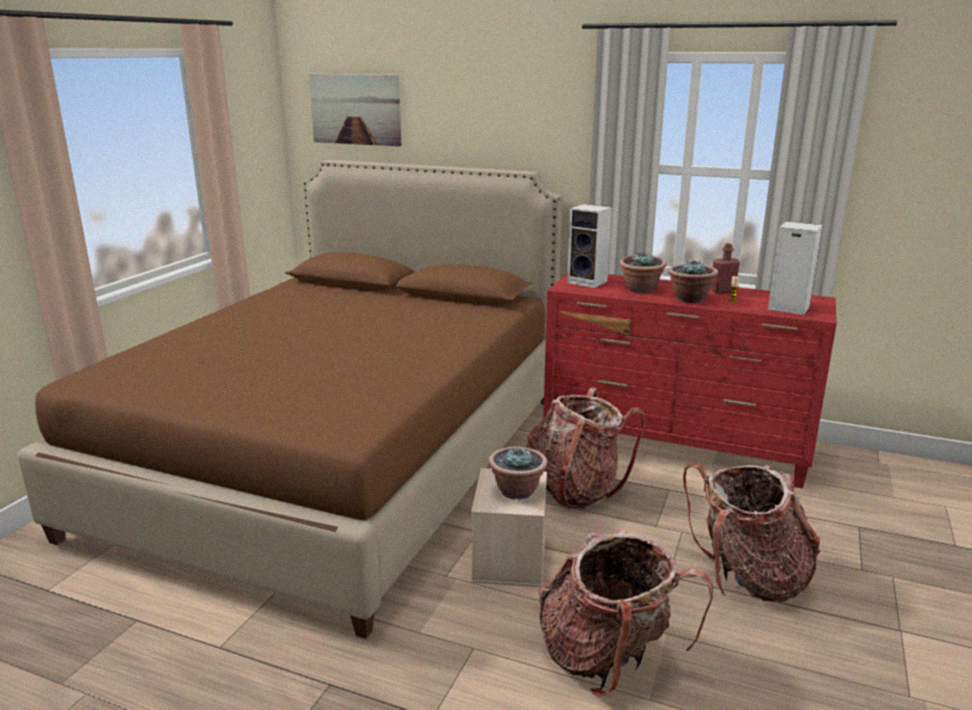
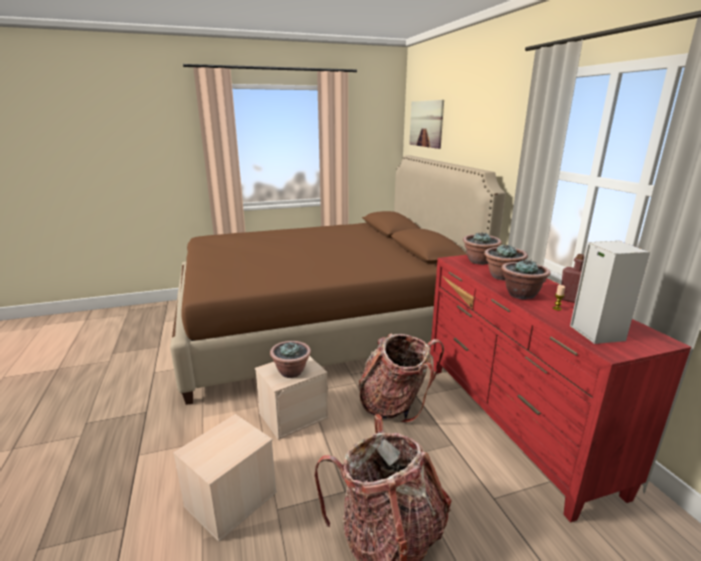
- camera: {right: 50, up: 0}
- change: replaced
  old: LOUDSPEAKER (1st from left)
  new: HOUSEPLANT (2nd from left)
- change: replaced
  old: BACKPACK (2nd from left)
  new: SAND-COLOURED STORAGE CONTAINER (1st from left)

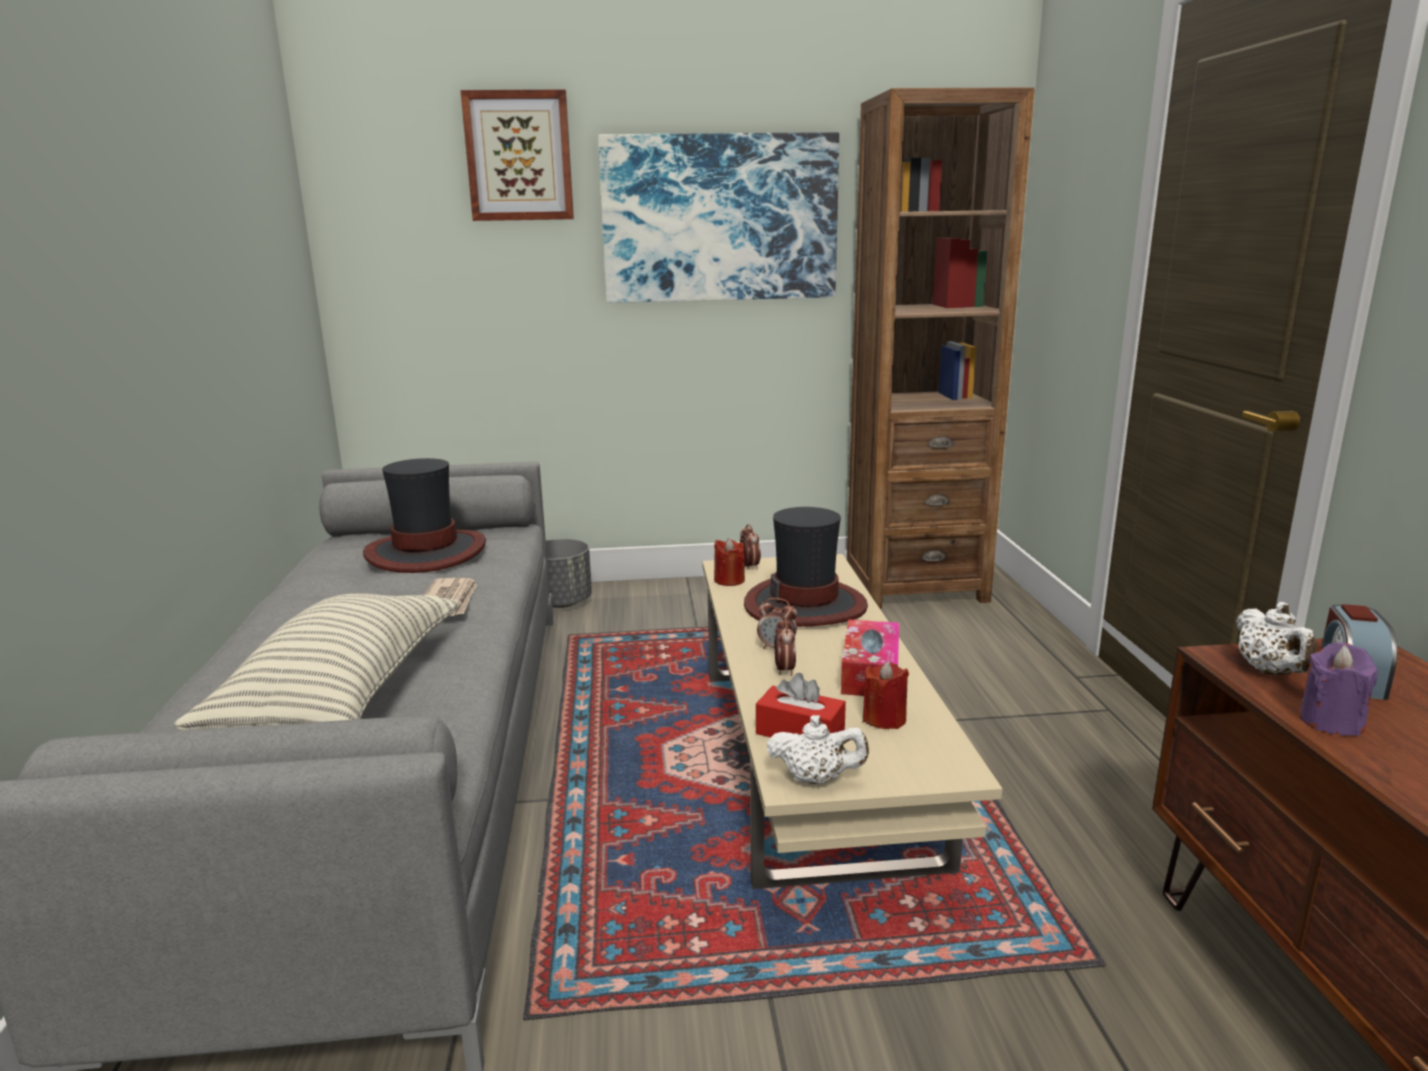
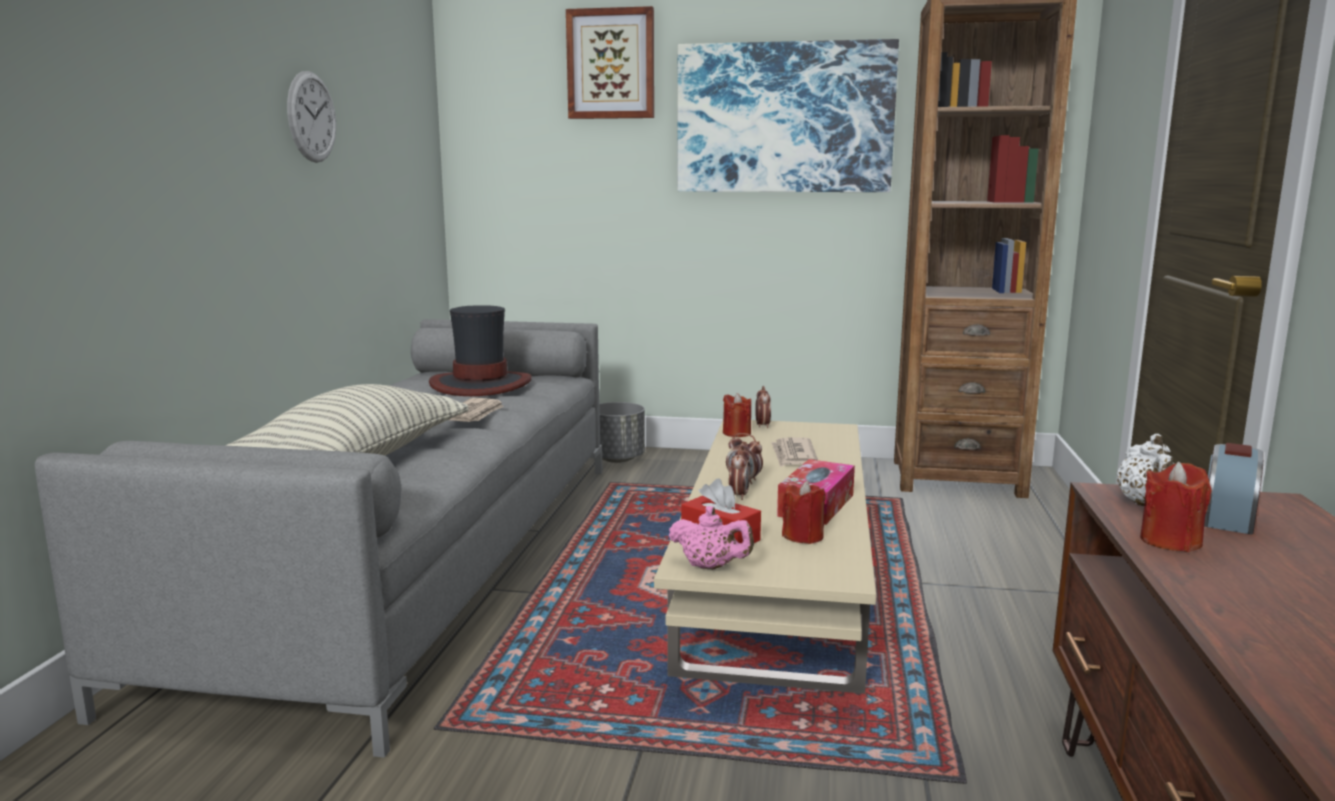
- camera: {right: 15, up: -5}
- change: replaced
  old: CLOTHING HAT (2nd from left)
  new: DAILY PAPER (2nd from left)
- change: recoloured
  old: PURPLISH WAX LIGHT
  new: RED-COLOURED WAX LIGHT (3rd from left)
- change: recoloured
  old: WHITE-COLOURED TEA POT (1st from left)
  new: PINK-COLOURED TEA POT
- change: added
  new: WALL CLOCK

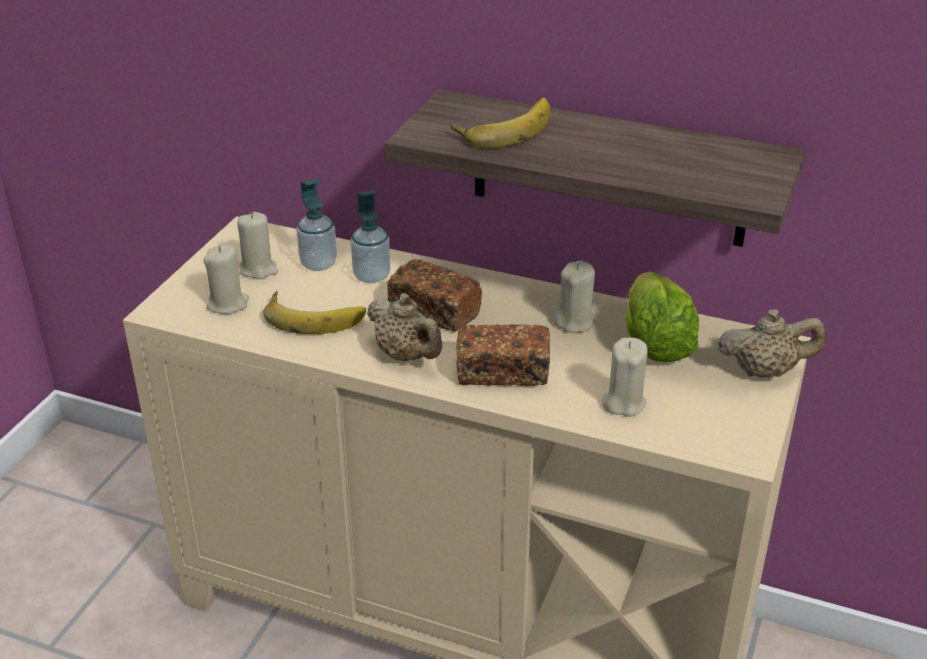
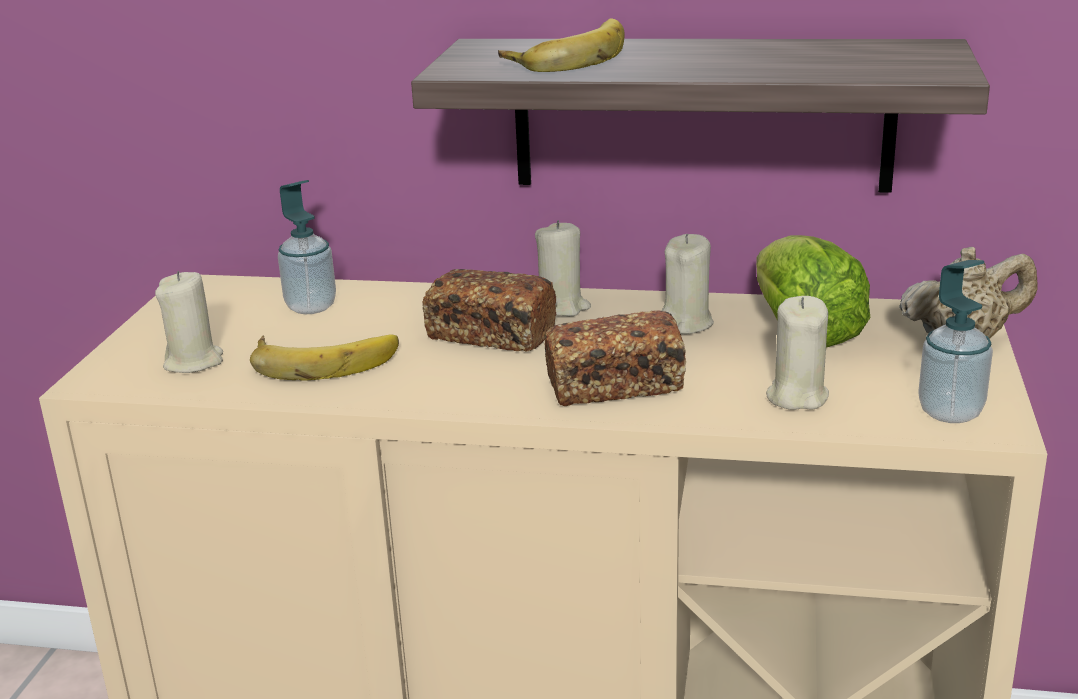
- camera: {right: -10, up: -10}
- change: moved
  old: SOAP DISPENSER (2nd from left)
- change: moved
  old: SAND-COLOURED WAX LIGHT (2nd from left)
- change: removed
  old: SAND-COLOURED TEA POT (1st from left)

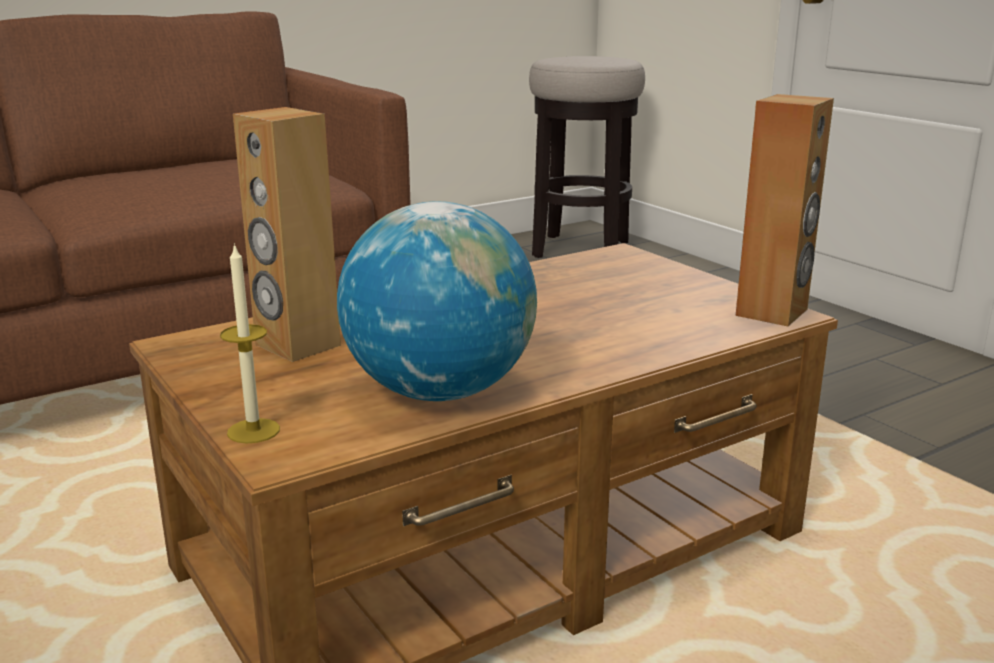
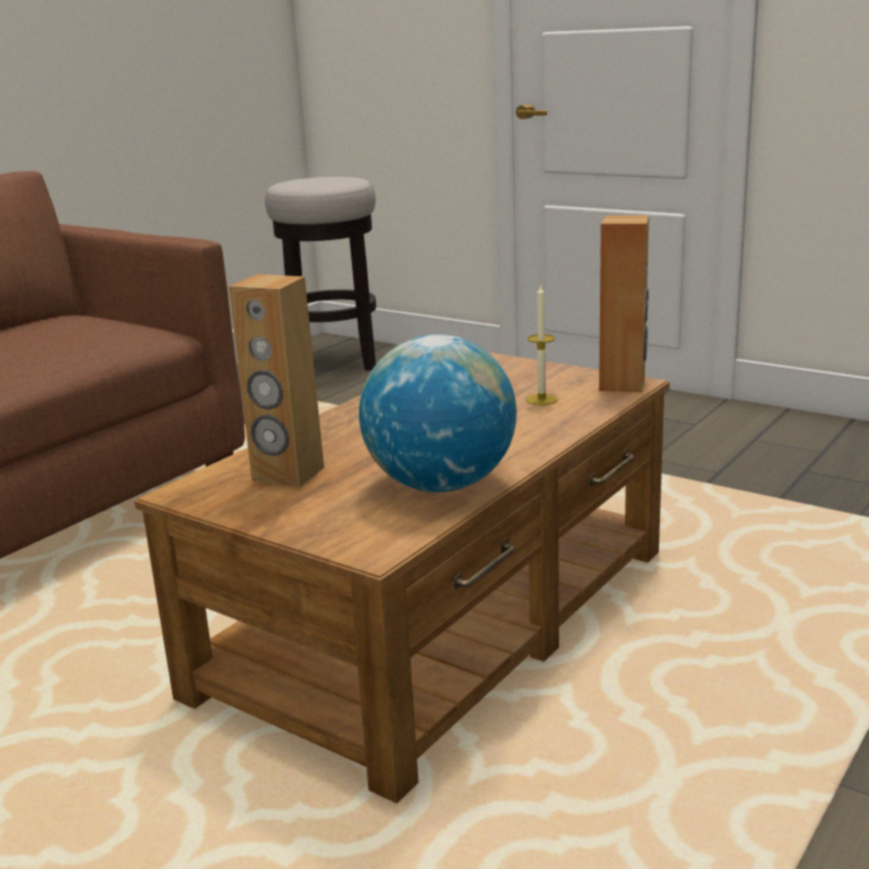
- camera: {right: -20, up: 0}
- change: moved
  old: WAX LIGHT

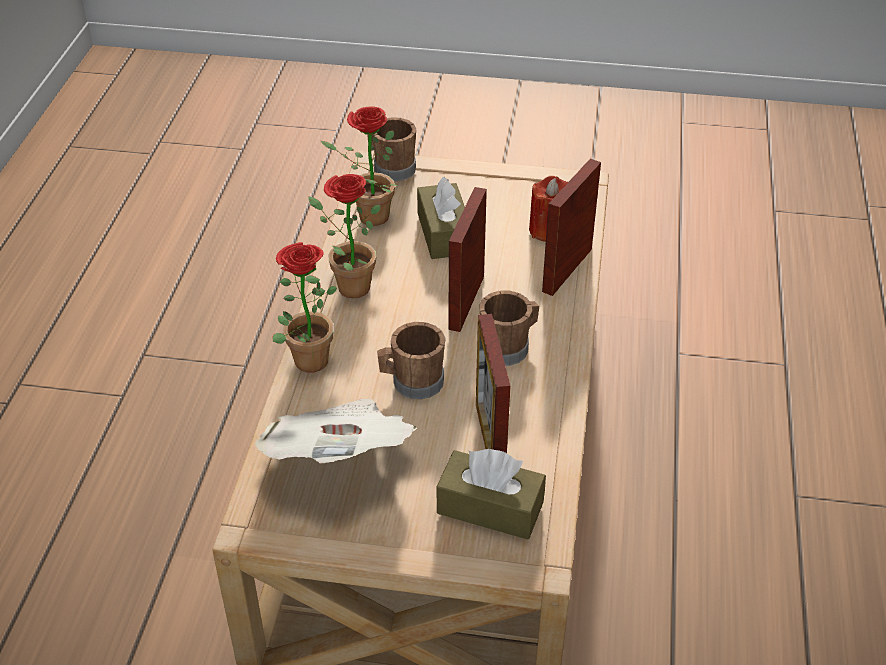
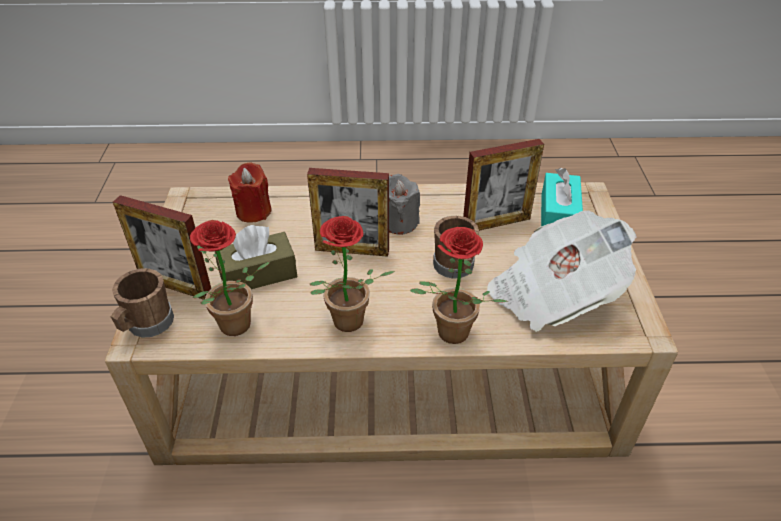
- camera: {right: -100, up: 0}
- change: moved
  old: PHOTO FRAME (3rd from left in the first image)
  new: PHOTO FRAME (1st from left)
- change: replaced
  old: BROWN-COLOURED MUG (3rd from left)
  new: GREY WAX LIGHT
- change: recoloured
  old: BROWN-COLOURED TISSUE HOLDER (2nd from left)
  new: TURQUOISE-COLOURED TISSUE HOLDER

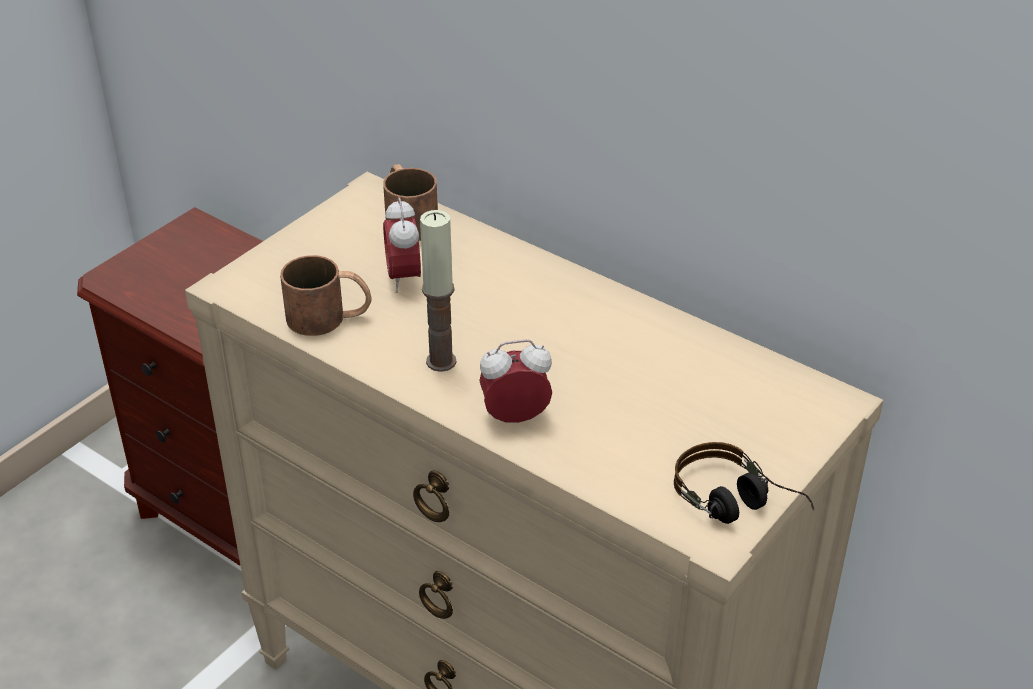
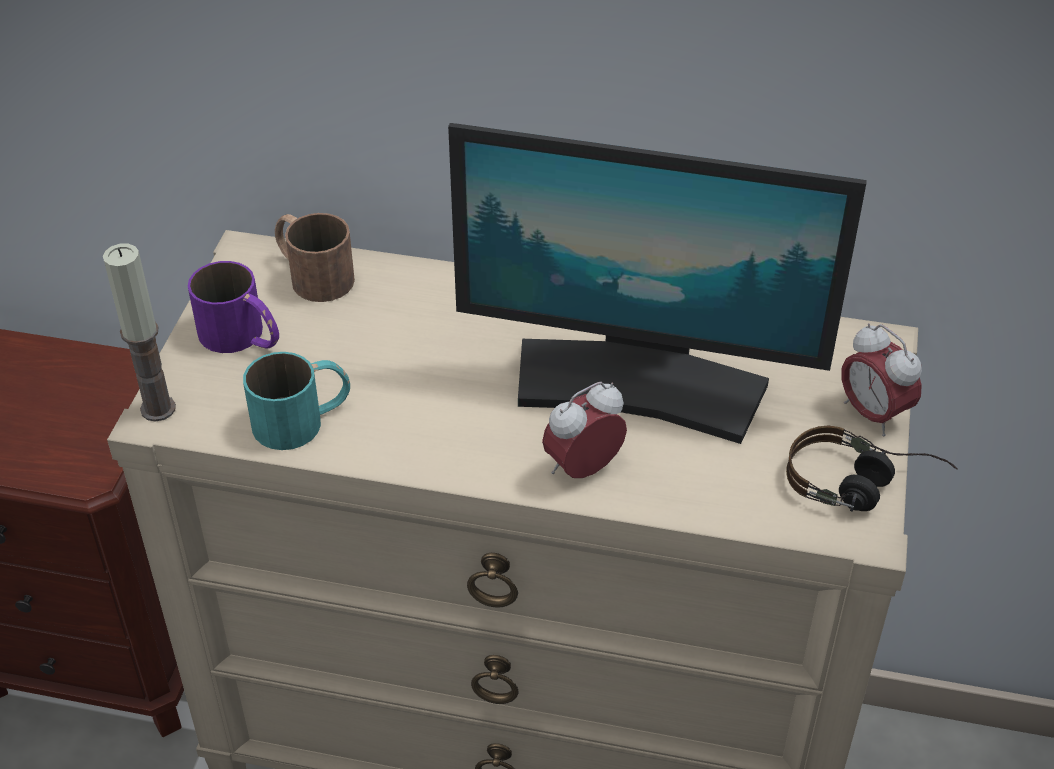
- camera: {right: -25, up: 5}
- change: moved
  old: ALARM CLOCK (1st from left in the first image)
  new: ALARM CLOCK (2nd from left)
- change: moved
  old: WAX LIGHT
- change: recoloured
  old: BROWN-COLOURED MUG (1st from left)
  new: TURQUOISE-COLOURED MUG
- change: added
  new: COMPUTER DISPLAY
- change: added
  new: PURPLISH MUG

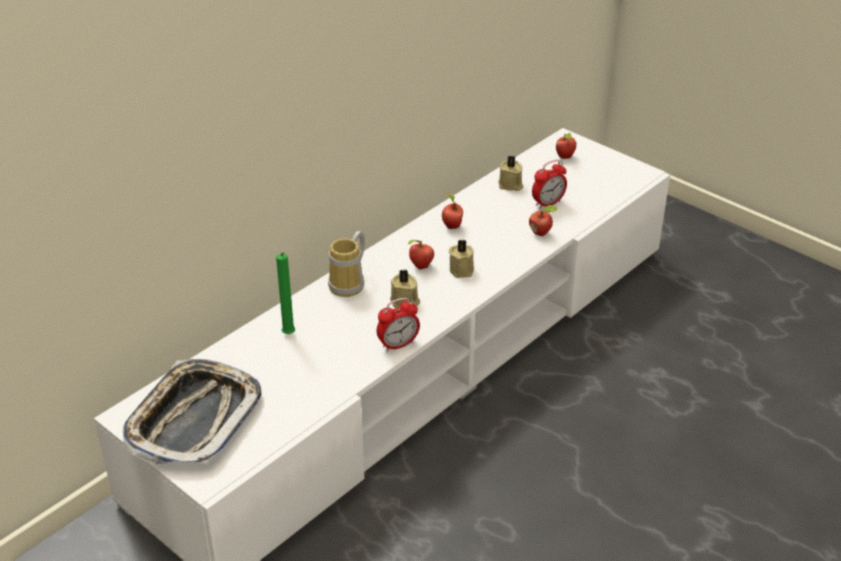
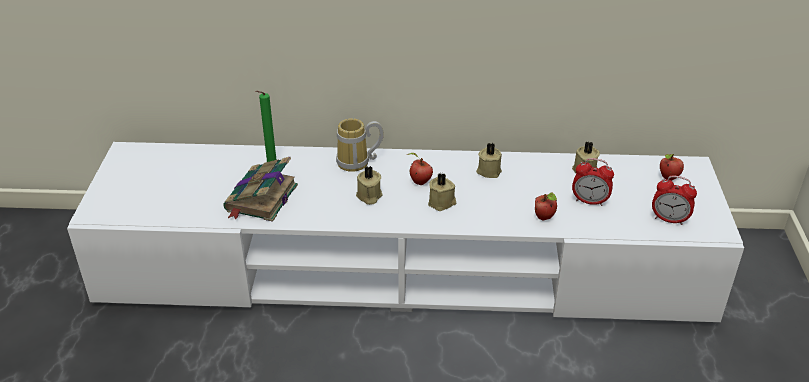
- camera: {right: 50, up: 0}
- change: replaced
  old: APPLE (2nd from left)
  new: SAND-COLOURED WAX LIGHT (3rd from left)
- change: moved
  old: ALARM CLOCK (1st from left in the first image)
  new: ALARM CLOCK (2nd from left)
- change: removed
  old: TRAY
- change: added
  new: VOLUME

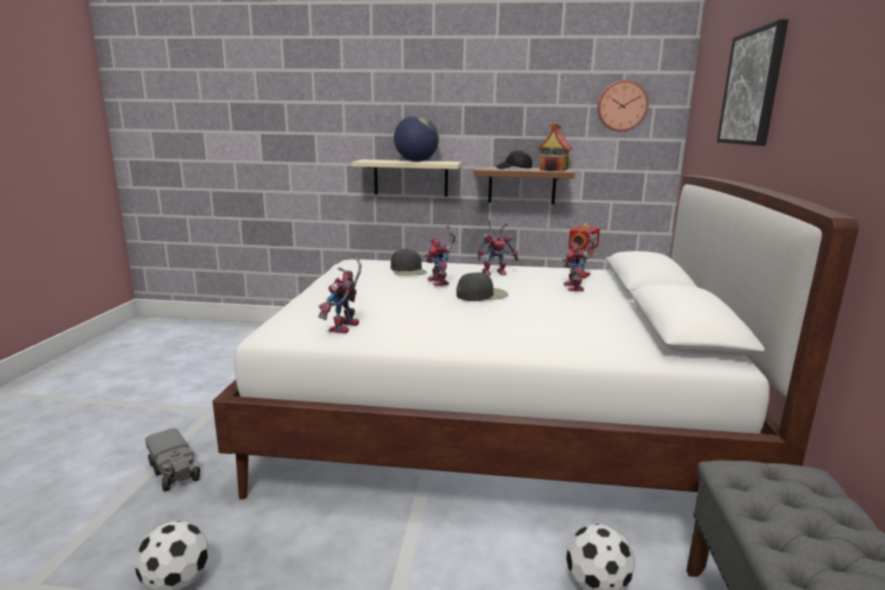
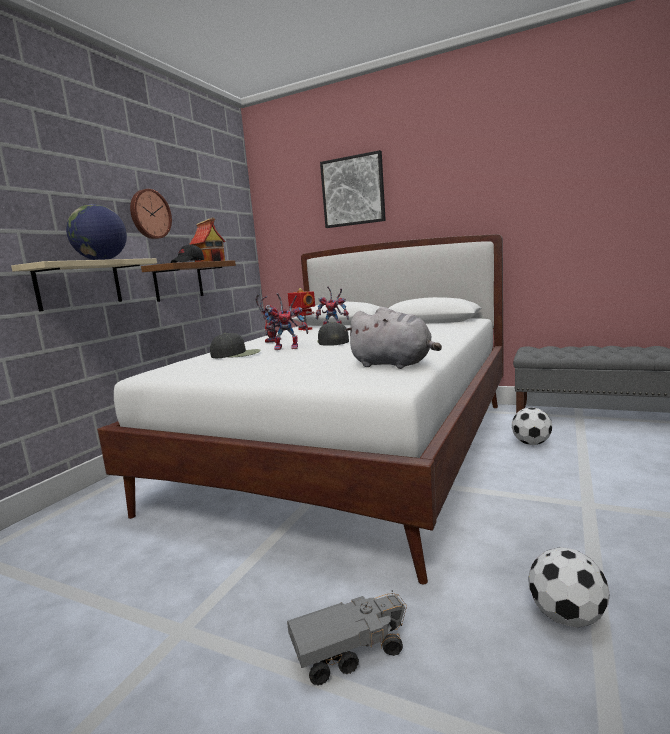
- camera: {right: -70, up: -5}
- change: moved
  old: WALL CLOCK
- change: replaced
  old: MODEL ROBOT (1st from left)
  new: GREY PLUSH TOY

